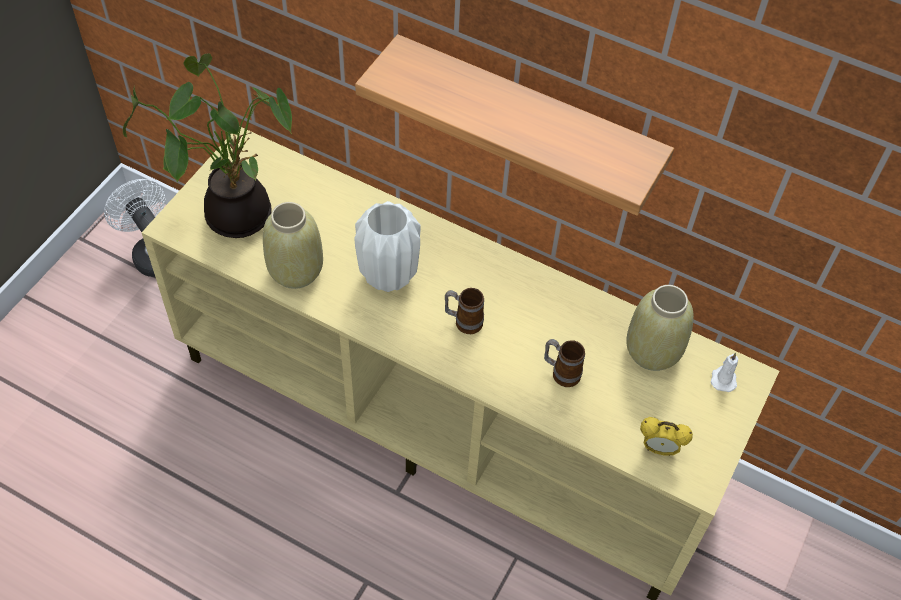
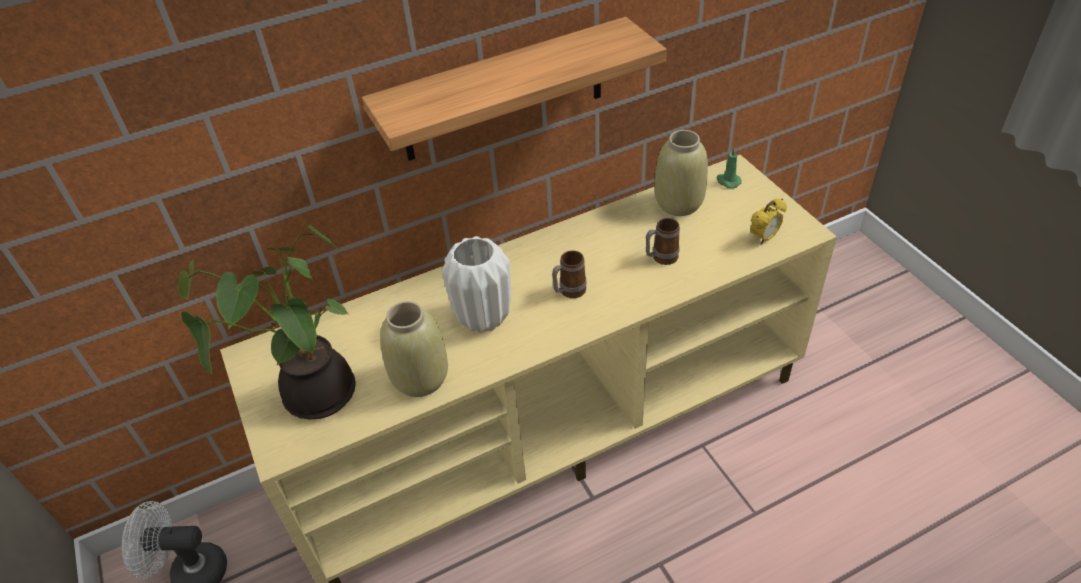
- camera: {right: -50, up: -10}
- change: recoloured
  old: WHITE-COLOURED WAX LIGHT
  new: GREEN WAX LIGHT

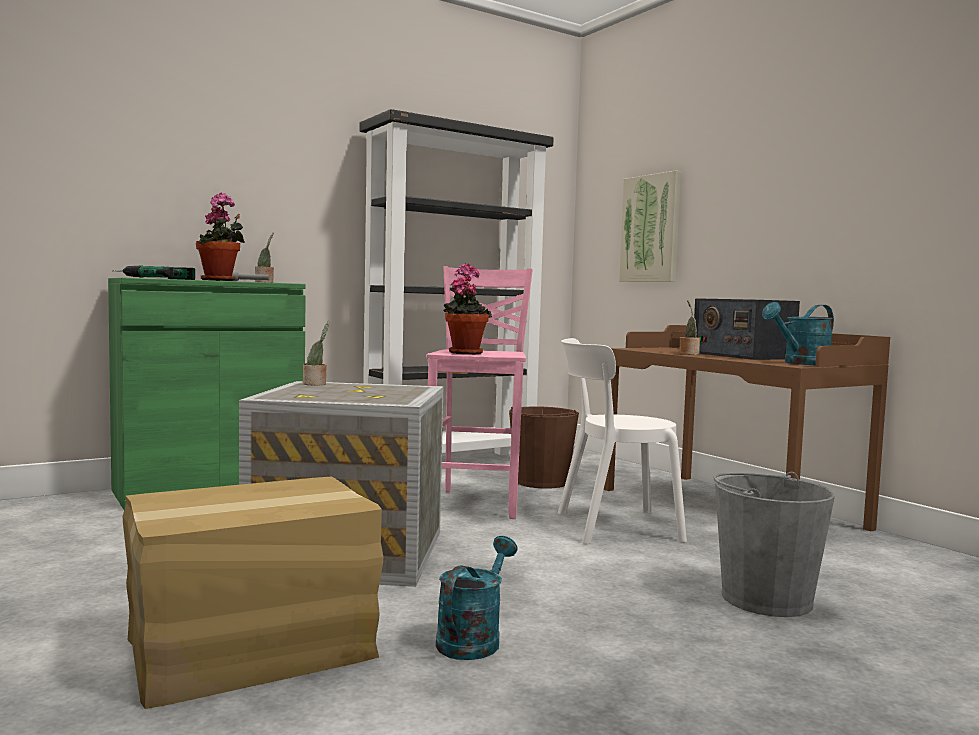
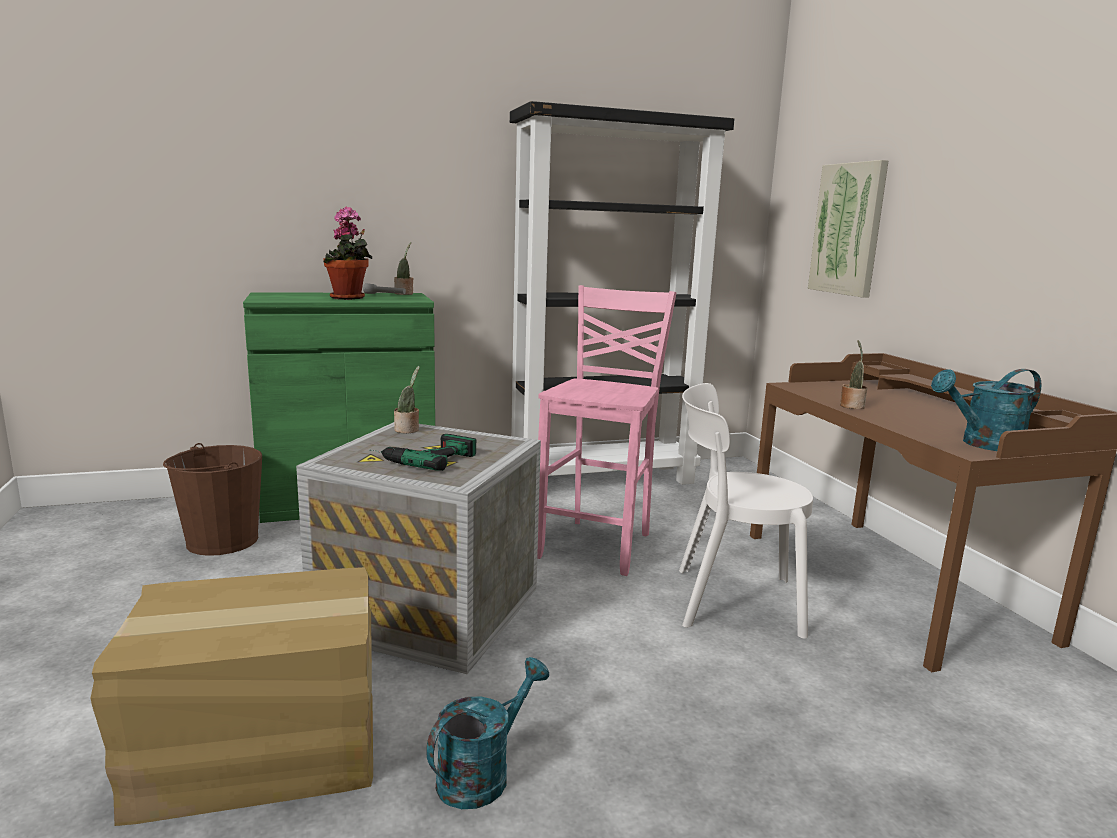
- camera: {right: 15, up: 10}
- change: removed
  old: HOUSEPLANT (4th from left)
- change: moved
  old: DRILL
- change: removed
  old: RADIO
- change: moved
  old: BROWN-COLOURED WATER BUCKET
- change: removed
  old: GREY WATER BUCKET

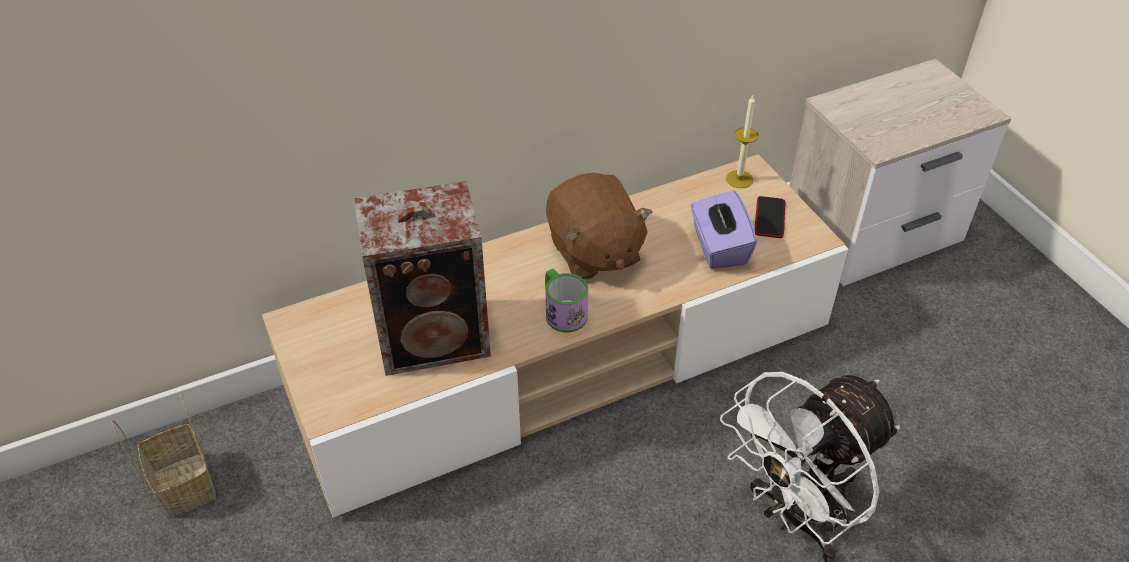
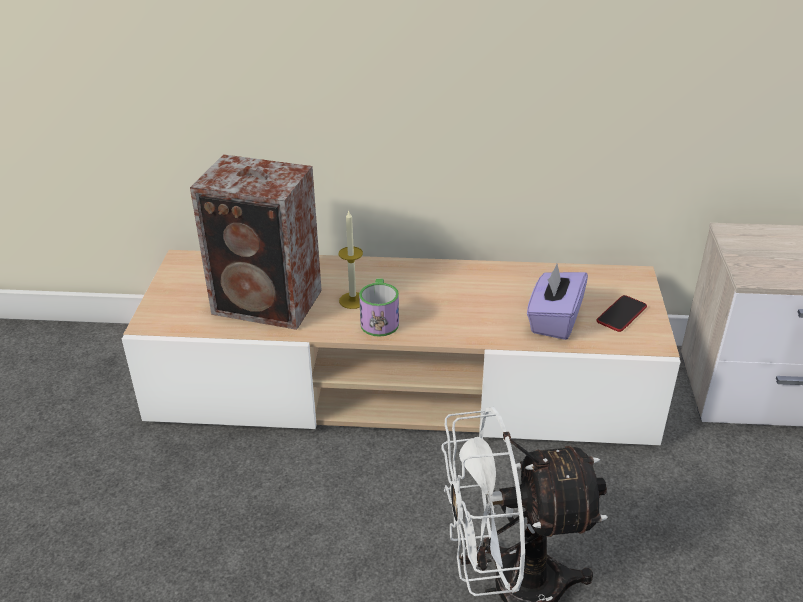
- camera: {right: 30, up: -10}
- change: moved
  old: WAX LIGHT
- change: removed
  old: BROWN-COLOURED PLUSH TOY
- change: removed
  old: STORAGE BASKET

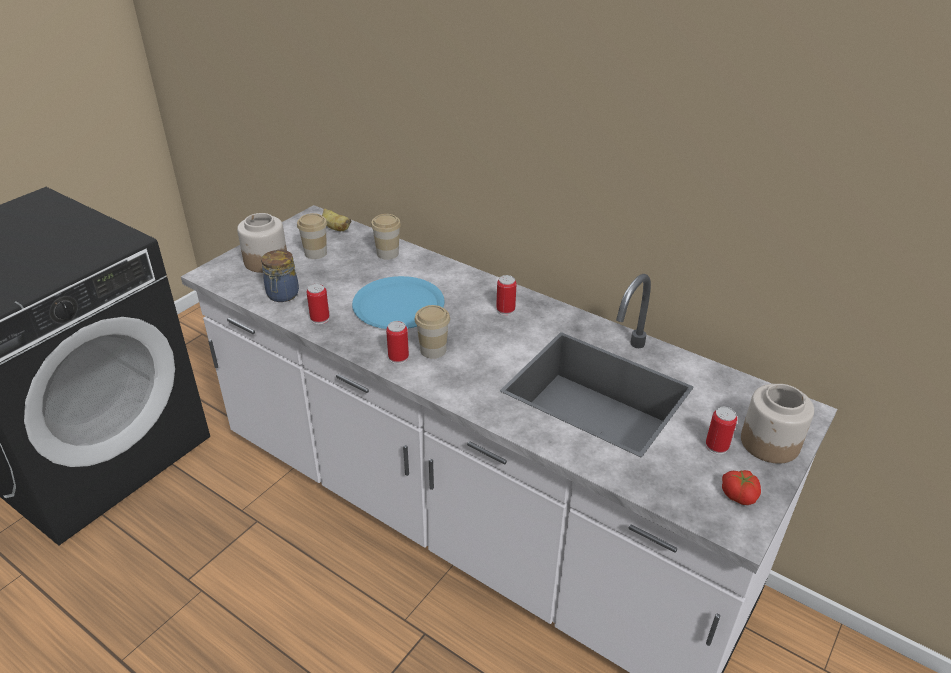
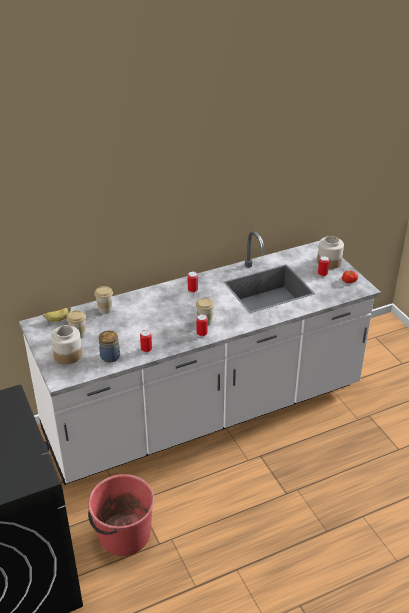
- camera: {right: -60, up: 0}
- change: removed
  old: BLUE FLAT DISH
- change: added
  new: RED-COLOURED WATER BUCKET

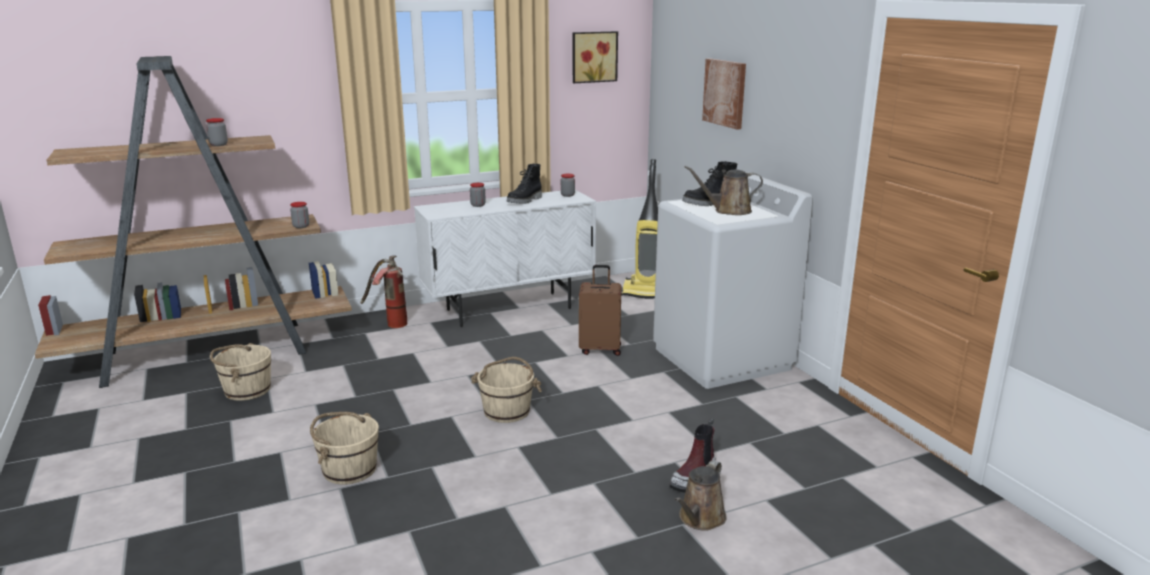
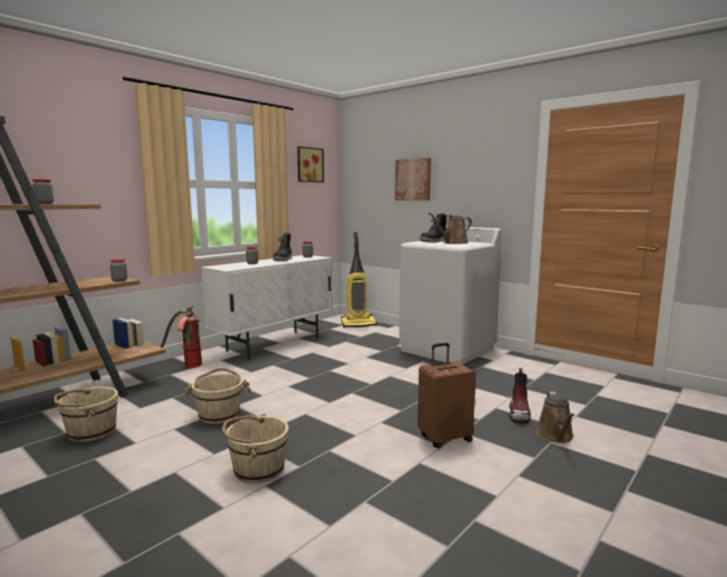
- camera: {right: -25, up: -10}
- change: moved
  old: BROWN-COLOURED TRAVEL CASE
- change: moved
  old: SAND-COLOURED WATER BUCKET (3rd from left in the first image)
  new: SAND-COLOURED WATER BUCKET (2nd from left)

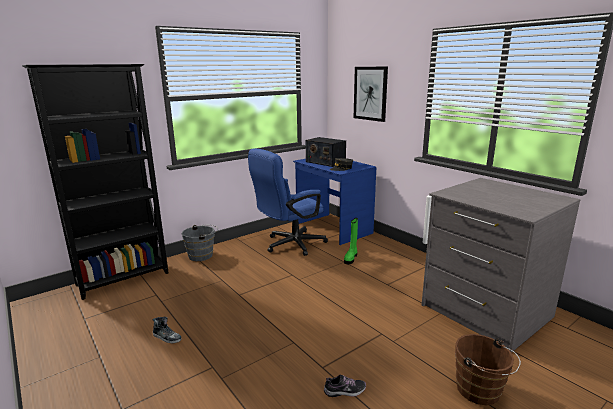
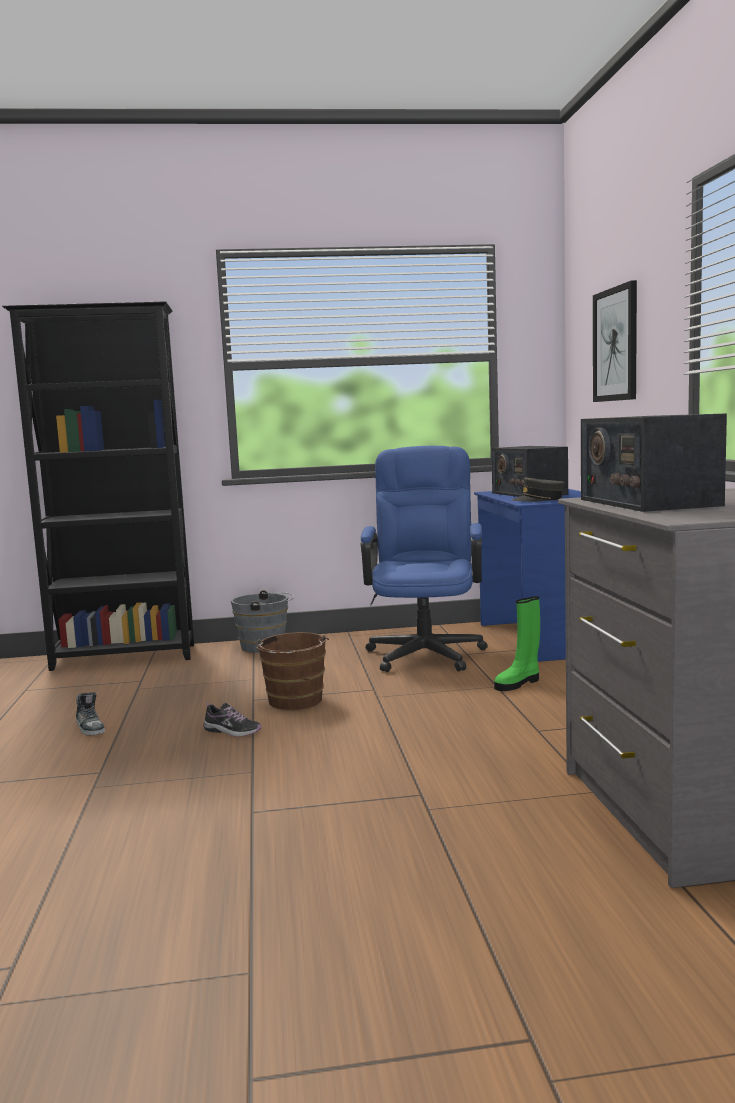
- camera: {right: 30, up: -10}
- change: turned
  old: BLUE OFFICE CHAIR
  degrees: 105
- change: moved
  old: BROWN-COLOURED WATER BUCKET
- change: moved
  old: ITEM OF FOOTWEAR (2nd from left)
- change: added
  new: RADIO (2nd from left)

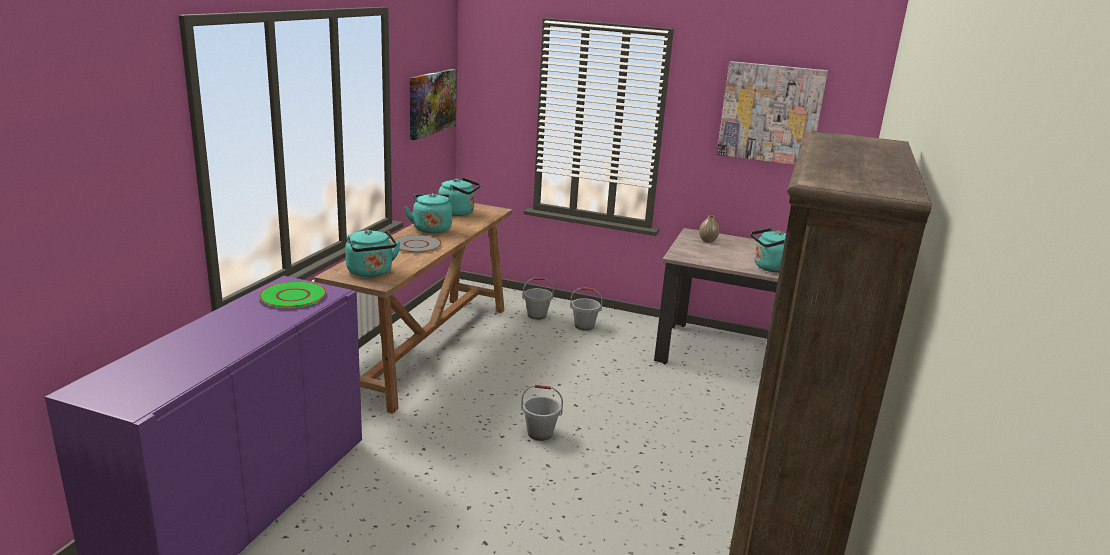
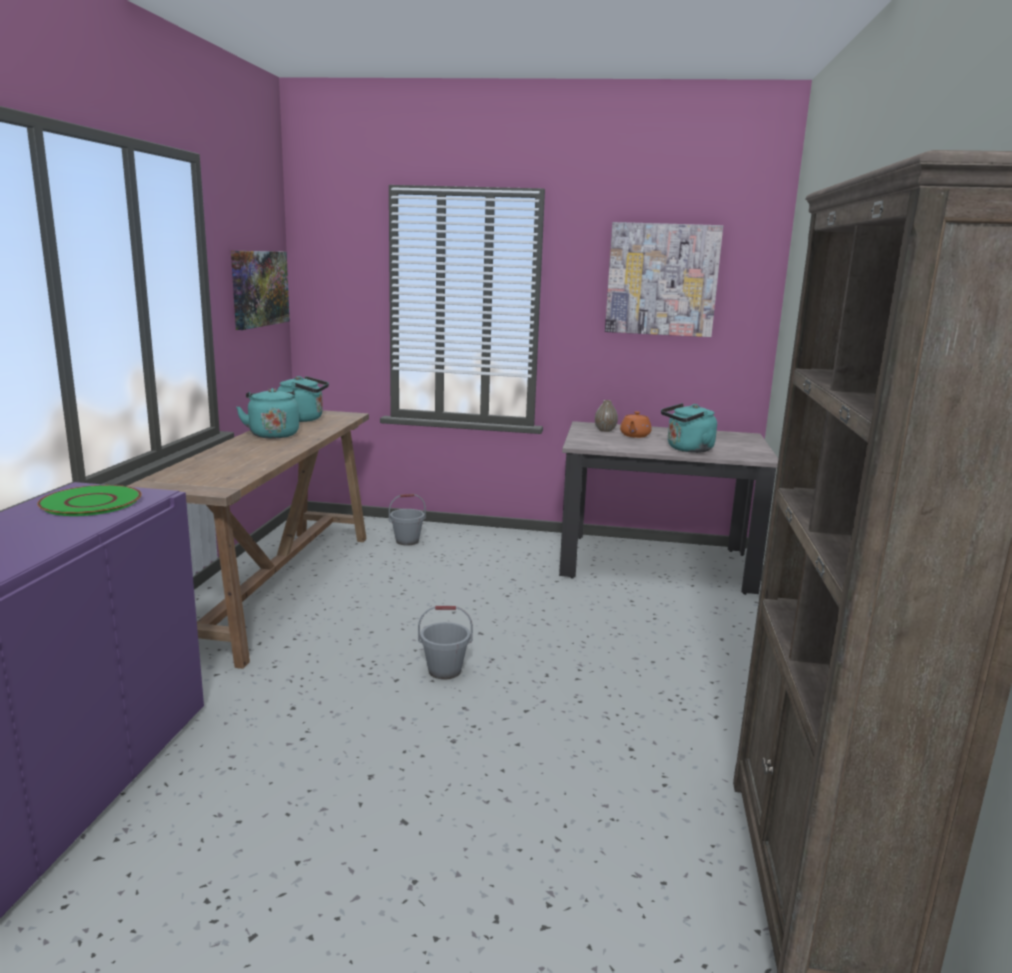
- camera: {right: -10, up: -5}
- change: removed
  old: TURQUOISE-COLOURED KETTLE (1st from left)
- change: removed
  old: GREY FLAT DISH
- change: removed
  old: GREY WATER BUCKET (3rd from left)
- change: added
  new: ORANGEY TEA POT

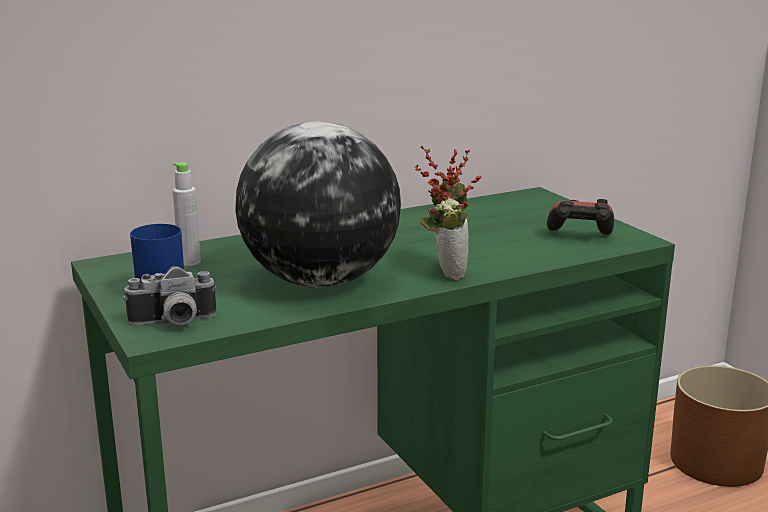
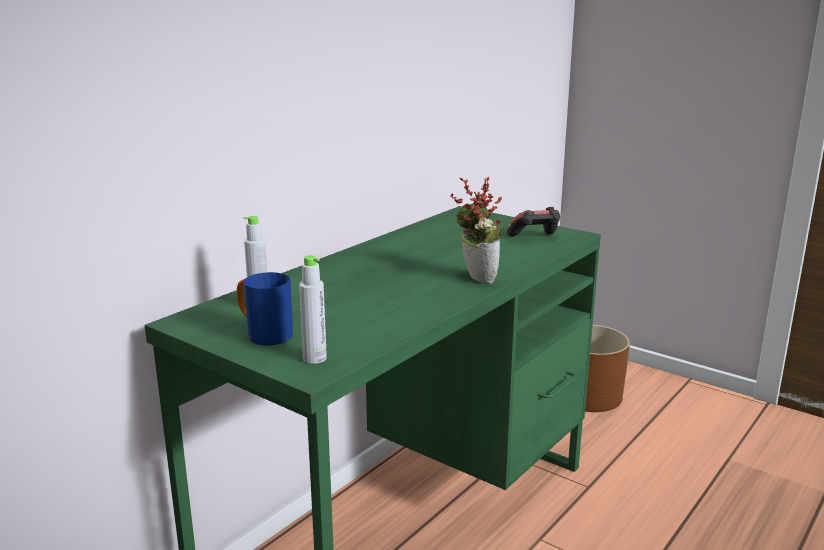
- camera: {right: -25, up: 0}
- change: removed
  old: GLOBE
- change: replaced
  old: STILL CAMERA
  new: GREY BEVERAGE BOTTLE (2nd from left)

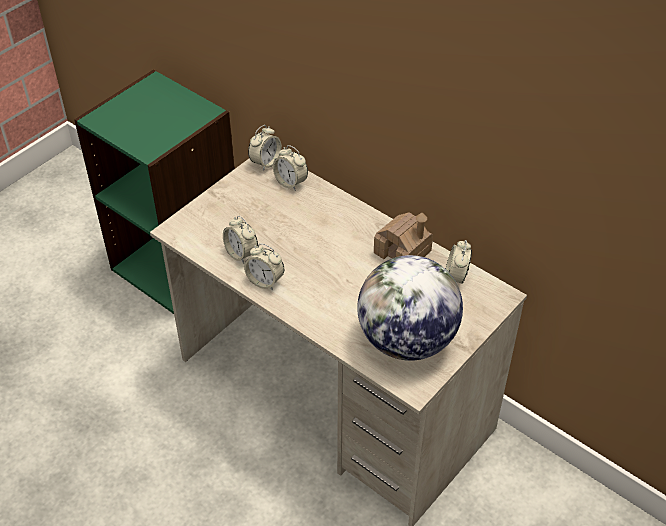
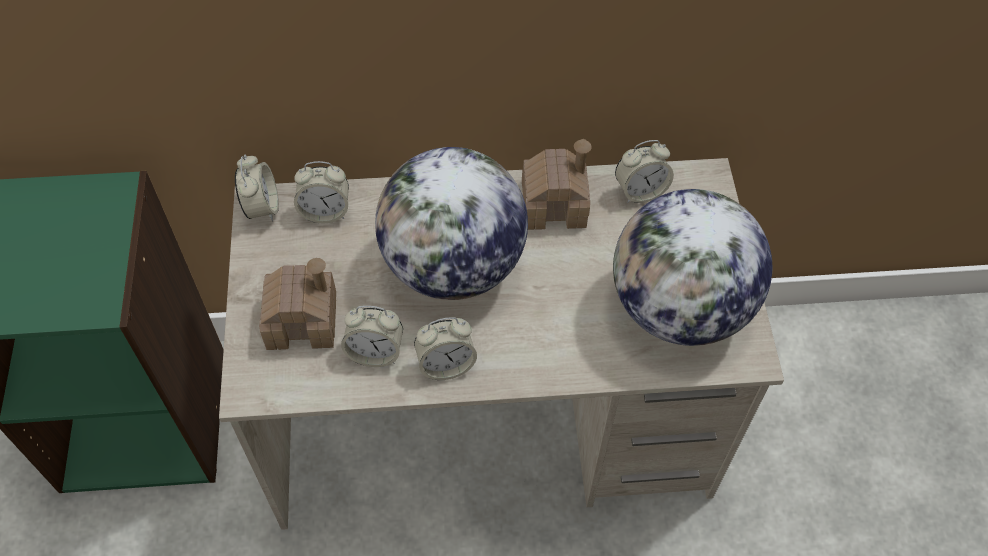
- camera: {right: -45, up: 10}
- change: turned
  old: ALARM CLOCK (5th from left)
  degrees: -75
- change: added
  new: GLOBE (1st from left)
- change: added
  new: MINIATURE HOUSE (1st from left)

